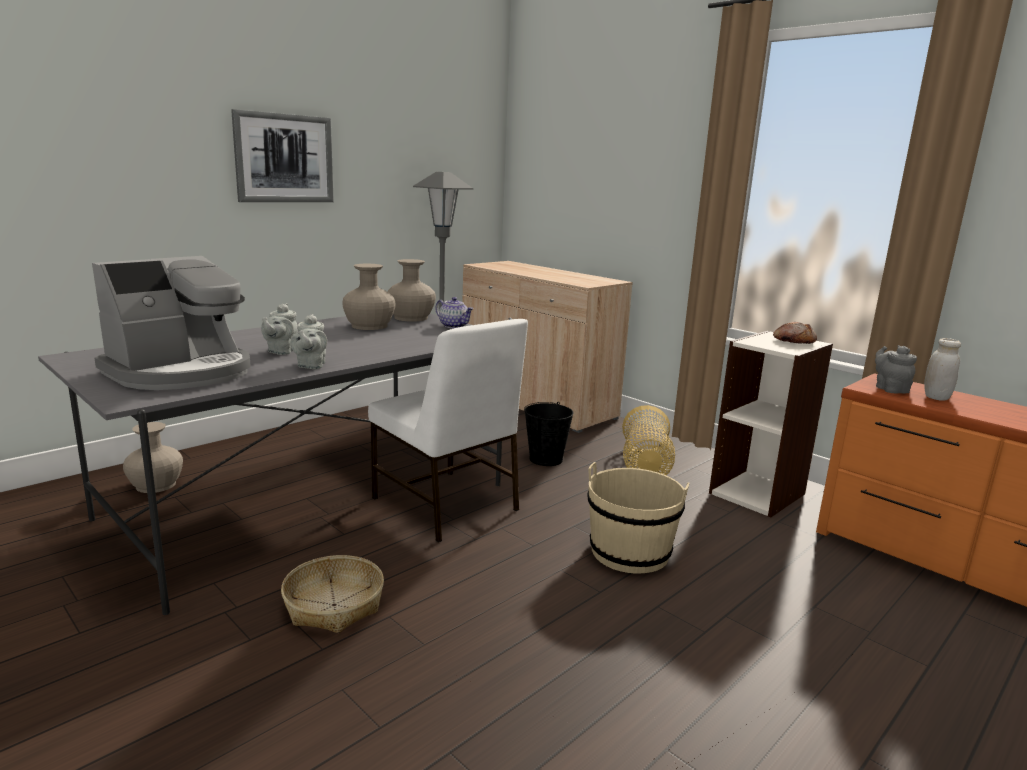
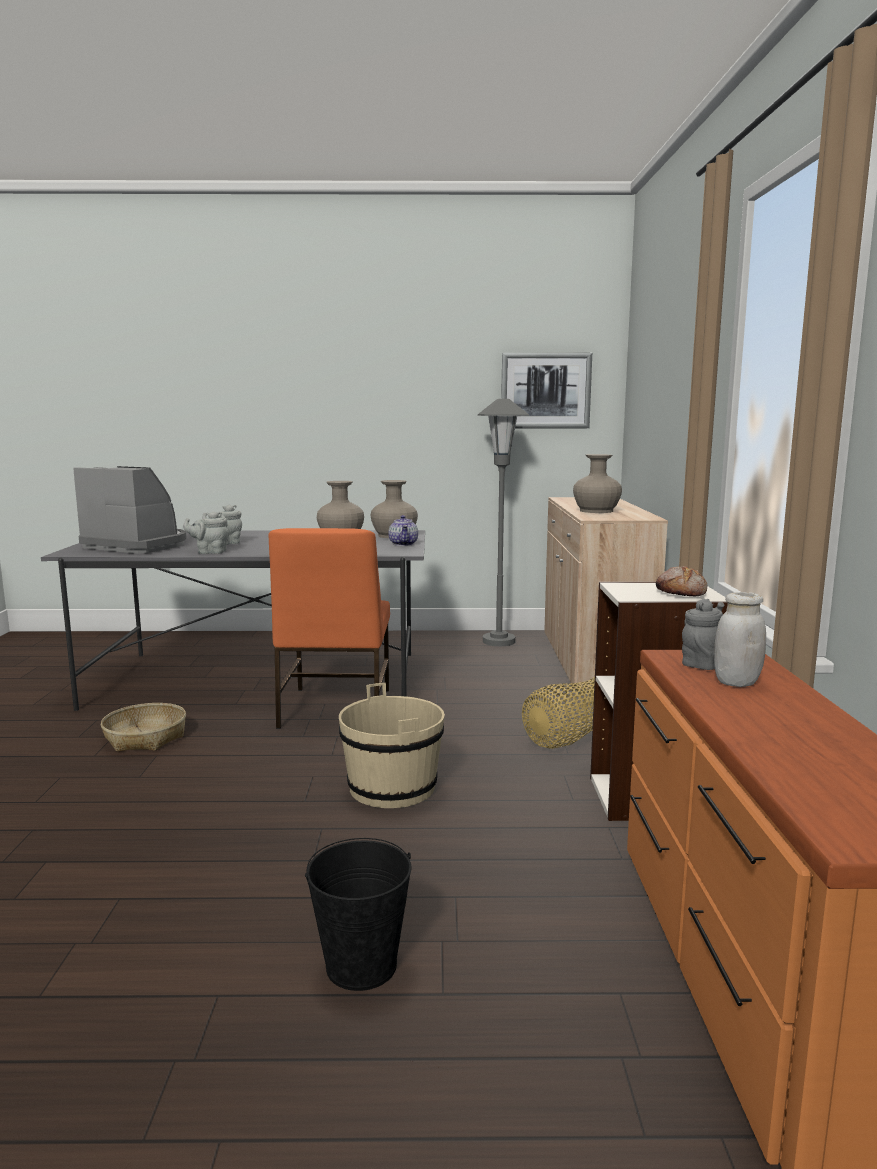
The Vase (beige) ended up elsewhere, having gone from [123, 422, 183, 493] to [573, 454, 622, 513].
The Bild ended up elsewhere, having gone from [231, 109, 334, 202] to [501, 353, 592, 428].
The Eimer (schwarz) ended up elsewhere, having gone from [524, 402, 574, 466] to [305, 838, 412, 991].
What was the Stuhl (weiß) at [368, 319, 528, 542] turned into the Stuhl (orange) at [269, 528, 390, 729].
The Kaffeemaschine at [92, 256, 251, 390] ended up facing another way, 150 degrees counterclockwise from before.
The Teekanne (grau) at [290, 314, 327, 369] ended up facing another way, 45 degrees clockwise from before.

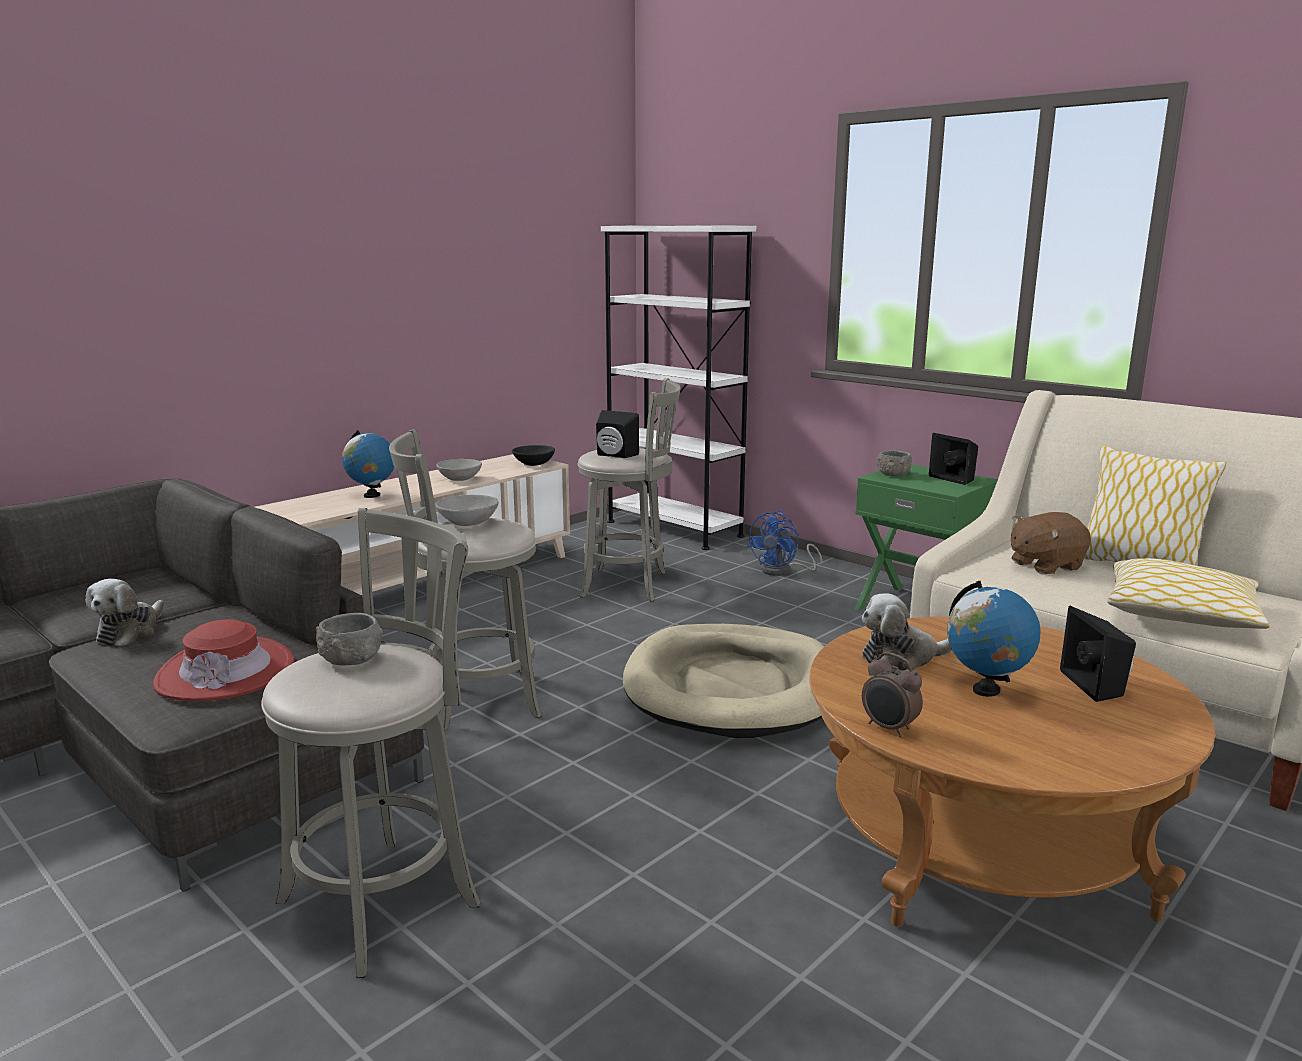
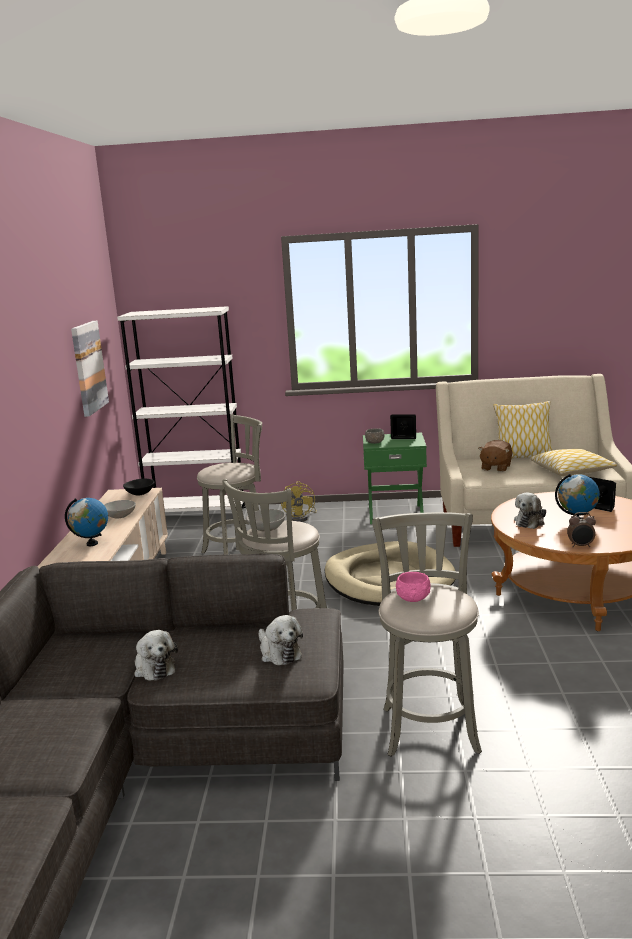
The second view lost the Lautsprecher (schwarz) at [596, 410, 639, 458].
The second view gained the Bild at [71, 321, 109, 417].
Where the Hut (rot) stood at [153, 619, 295, 701], the Plüschtier came to stand at [259, 615, 303, 665].
What was the Schüssel (grau) at [316, 613, 383, 666] turned into the Schüssel (rosa) at [396, 572, 431, 602].
What was the Ventilator (blau) at [747, 511, 822, 576] turned into the Ventilator (gelb) at [281, 481, 317, 522].

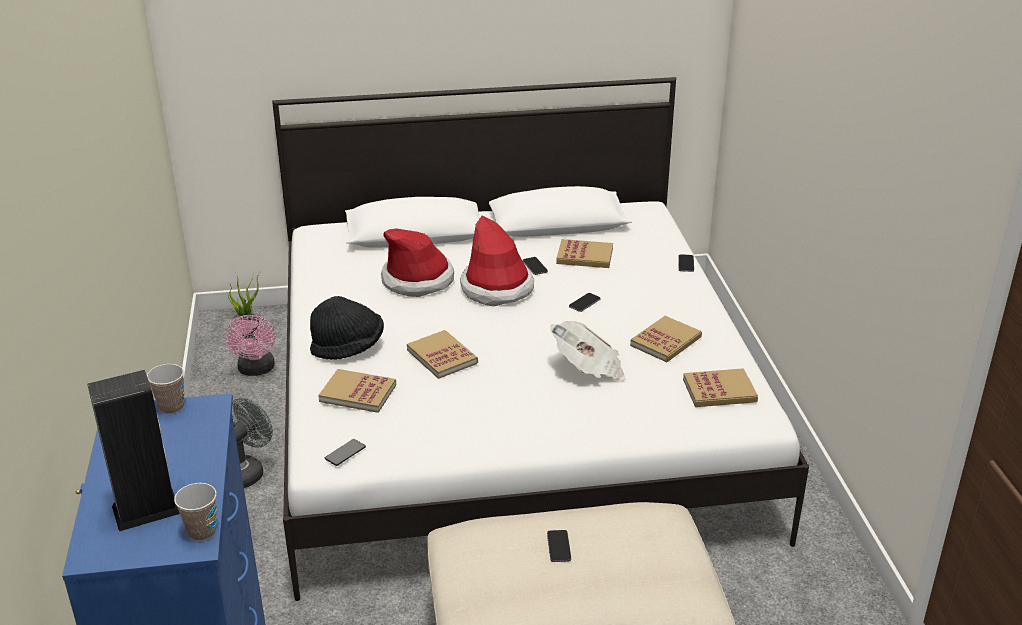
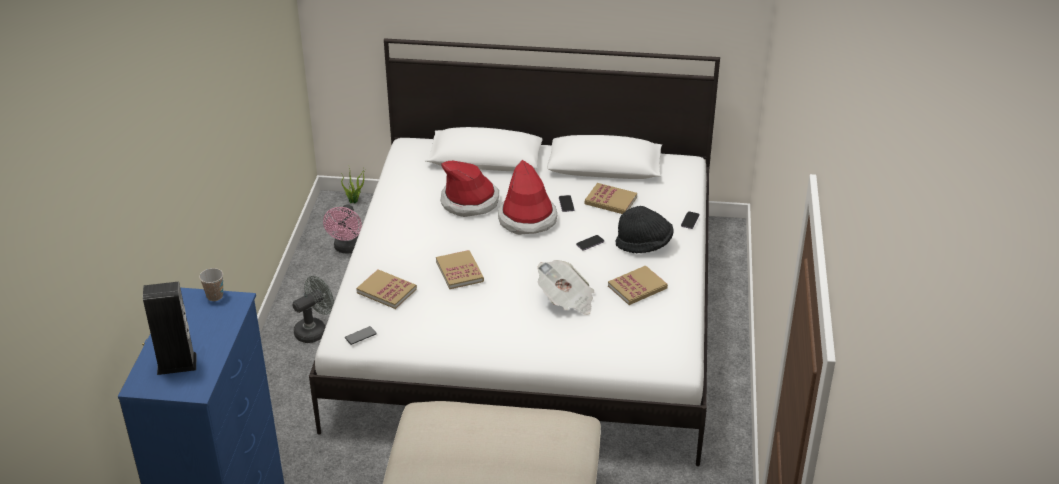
The second view lost the Tasse at [174, 483, 217, 541].
The second view lost the Handy at [547, 530, 571, 562].
The second view lost the Buch at [683, 368, 758, 407].
The Hut (schwarz) ended up elsewhere, having gone from [310, 296, 384, 360] to [615, 206, 674, 253].

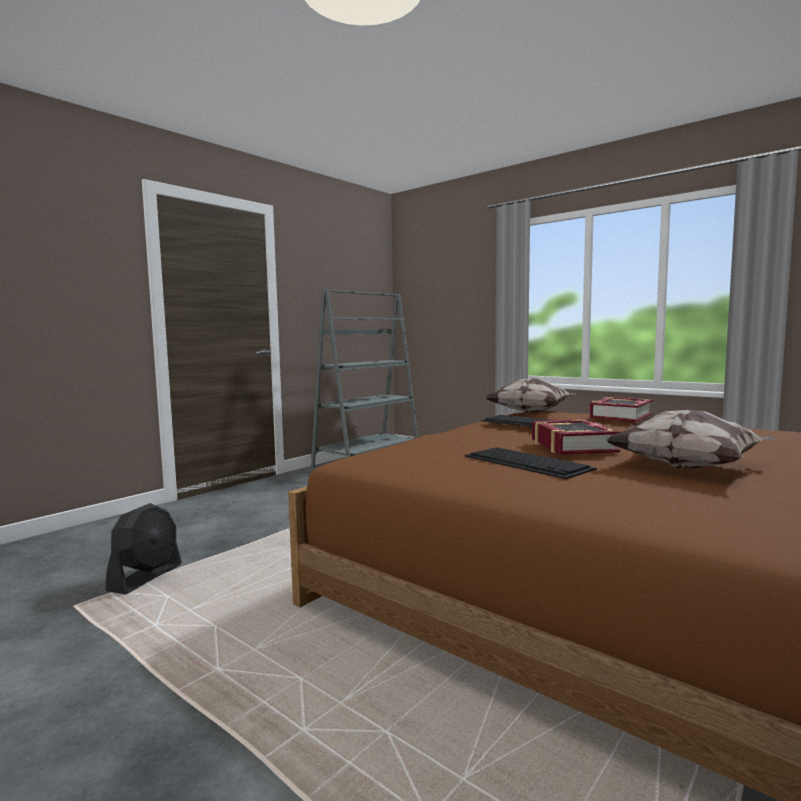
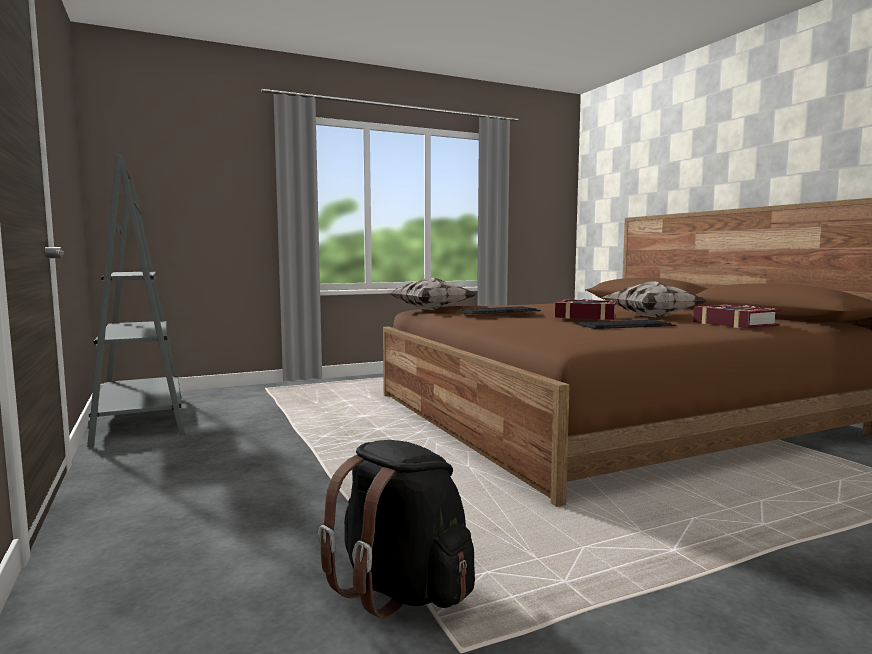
The Buch ended up elsewhere, having gone from [590, 397, 654, 422] to [693, 304, 781, 328].
Where the Ventilator (schwarz) stood at [105, 503, 182, 595], the Rucksack (schwarz) came to stand at [318, 440, 475, 619].

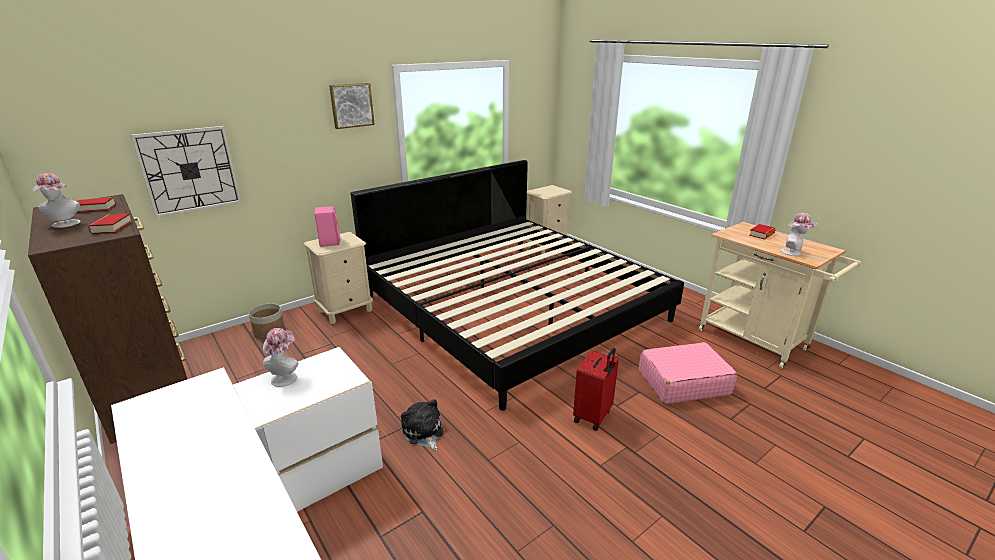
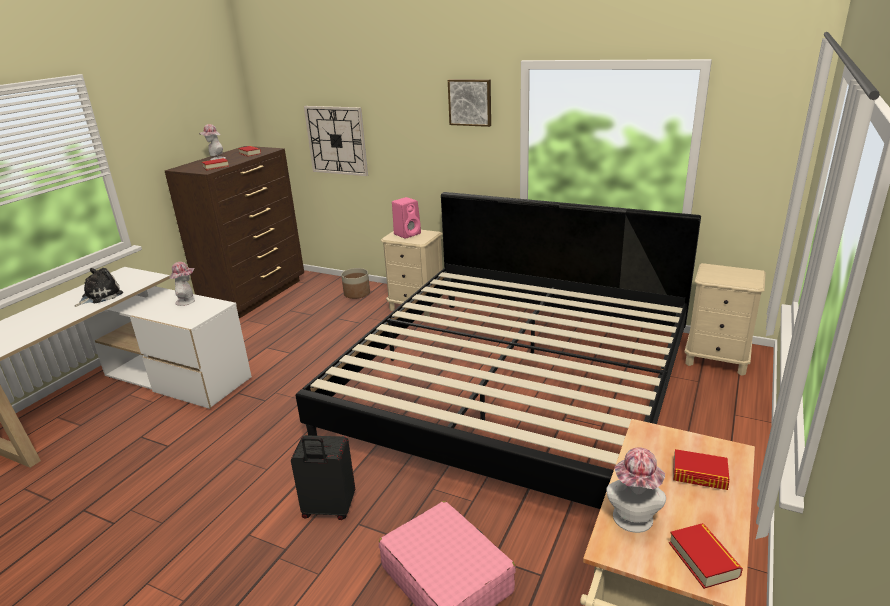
The second view gained the Buch at [669, 523, 743, 589].
The Plüschtier ended up elsewhere, having gone from [401, 399, 444, 450] to [74, 268, 123, 307].
What was the Koffer (rot) at [573, 348, 619, 431] turned into the Koffer (schwarz) at [291, 435, 355, 520].

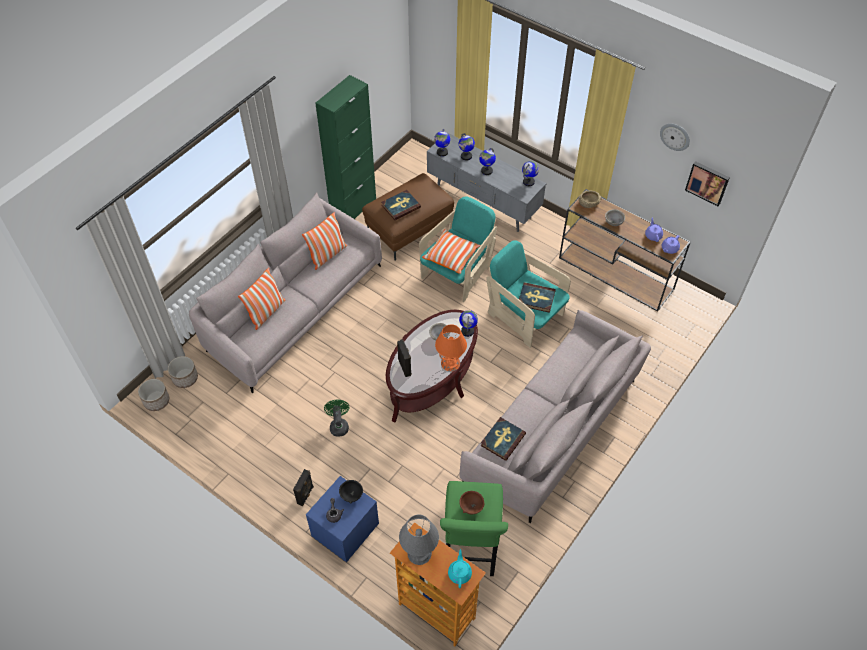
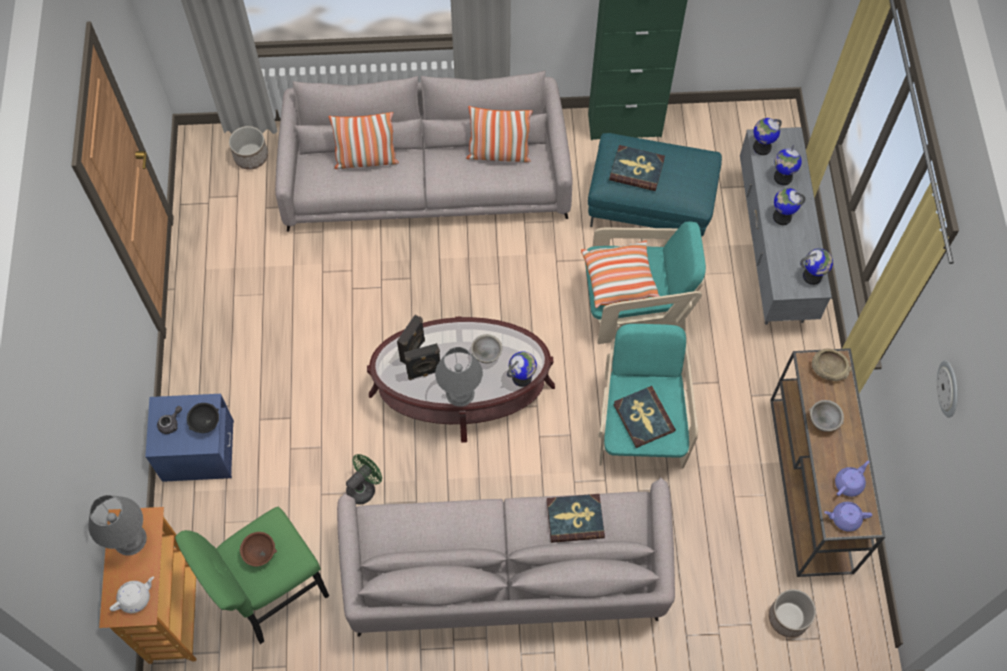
The second view lost the Bild at [685, 161, 730, 206].
The Pflanzkübel ended up elsewhere, having gone from [138, 379, 169, 411] to [769, 589, 816, 637].
The Lautsprecher (schwarz) ended up elsewhere, having gone from [293, 469, 314, 506] to [404, 343, 440, 380].
The Ventilator (grün) ended up elsewhere, having gone from [324, 400, 349, 437] to [346, 454, 382, 505].
The Buch ended up elsewhere, having gone from [481, 417, 526, 461] to [547, 494, 605, 543].
What was the Polsterhocker (braun) at [362, 173, 454, 261] turned into the Polsterhocker (türkis) at [588, 133, 722, 237].
What was the Tischlampe (orange) at [435, 324, 467, 371] turned into the Tischlampe (grau) at [435, 347, 483, 407].
What was the Teekanne (türkis) at [448, 549, 472, 588] turned into the Teekanne (weiß) at [110, 576, 154, 613].

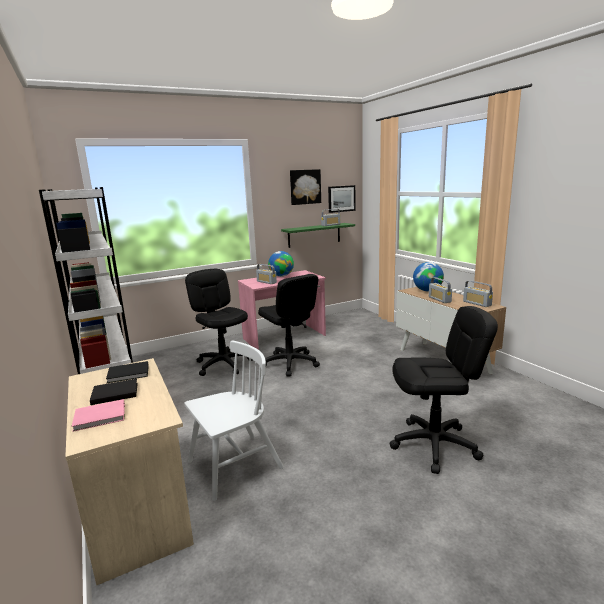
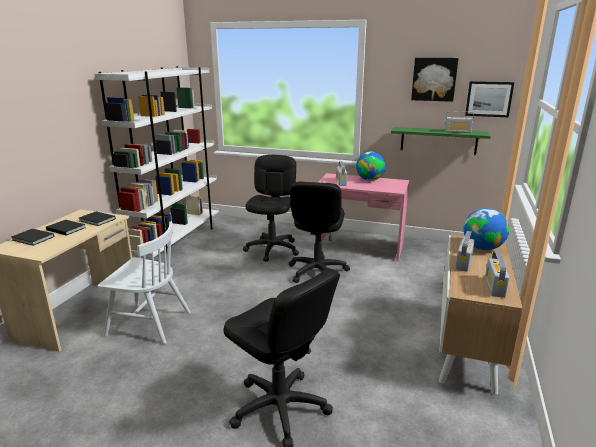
What was the Buch (rosa) at [71, 399, 125, 432] turned into the Buch (schwarz) at [11, 229, 54, 246].

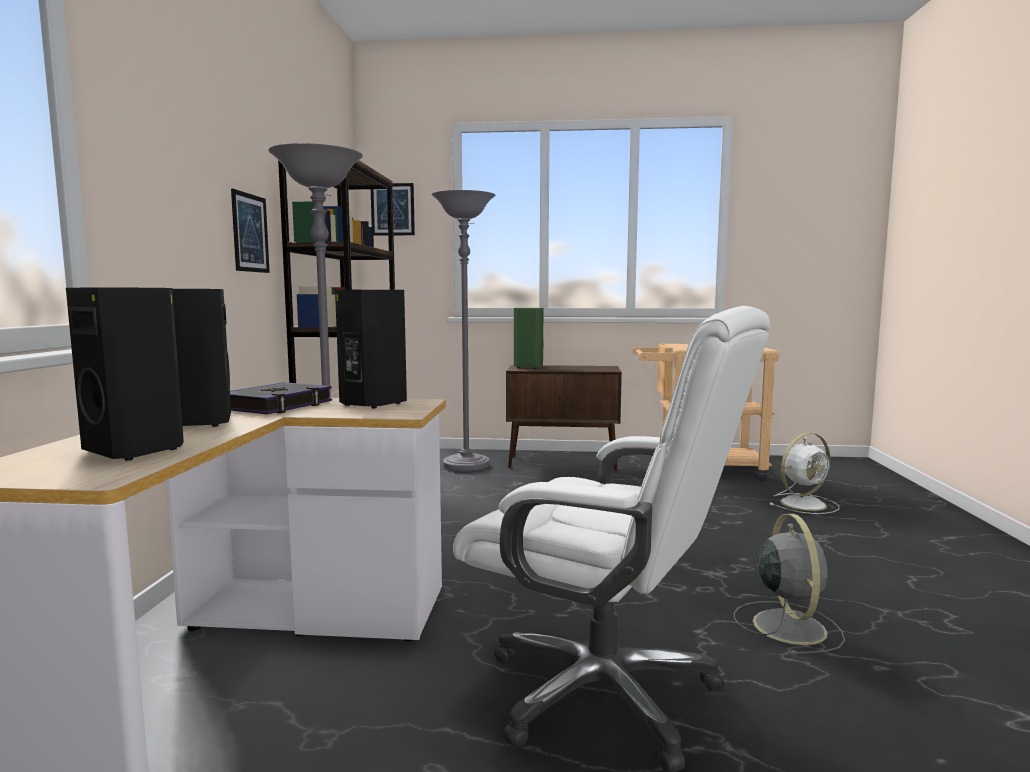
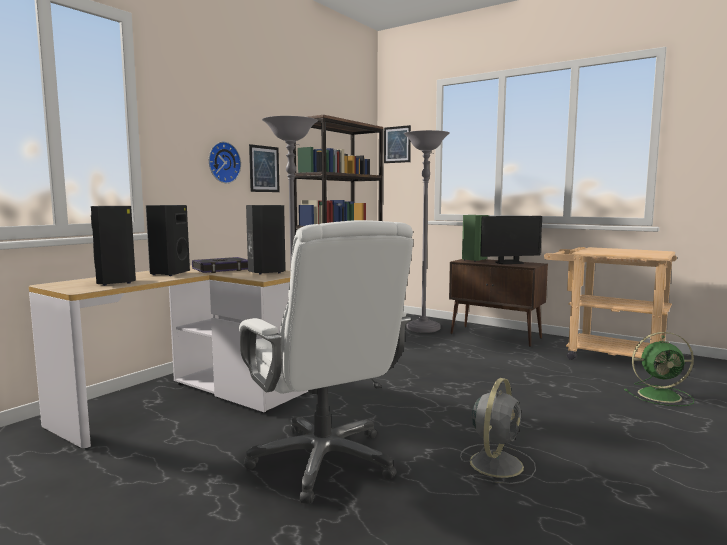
The second view gained the Wanduhr at [209, 142, 241, 183].
The second view gained the Monitor at [480, 216, 542, 264].
What was the Ventilator (weiß) at [769, 433, 839, 514] turned into the Ventilator (grün) at [624, 332, 694, 406].

